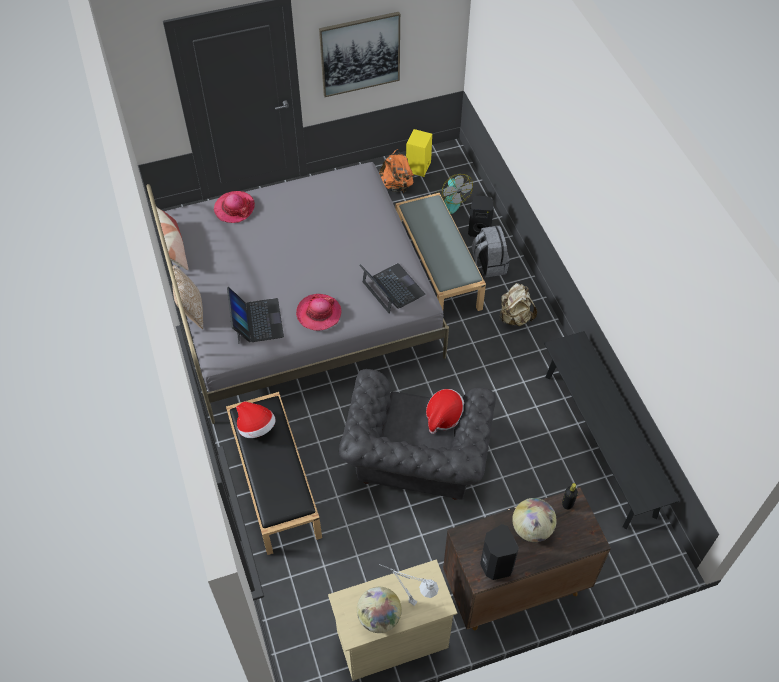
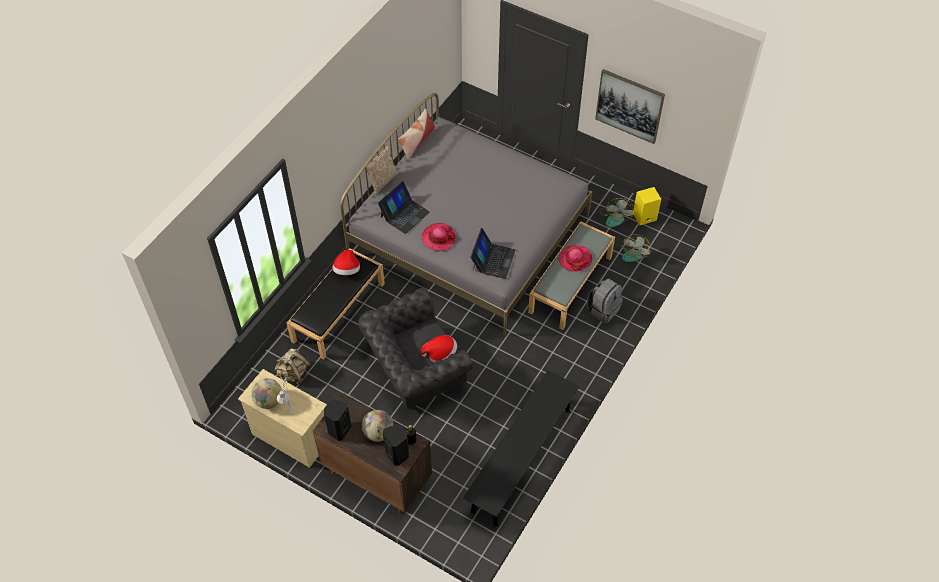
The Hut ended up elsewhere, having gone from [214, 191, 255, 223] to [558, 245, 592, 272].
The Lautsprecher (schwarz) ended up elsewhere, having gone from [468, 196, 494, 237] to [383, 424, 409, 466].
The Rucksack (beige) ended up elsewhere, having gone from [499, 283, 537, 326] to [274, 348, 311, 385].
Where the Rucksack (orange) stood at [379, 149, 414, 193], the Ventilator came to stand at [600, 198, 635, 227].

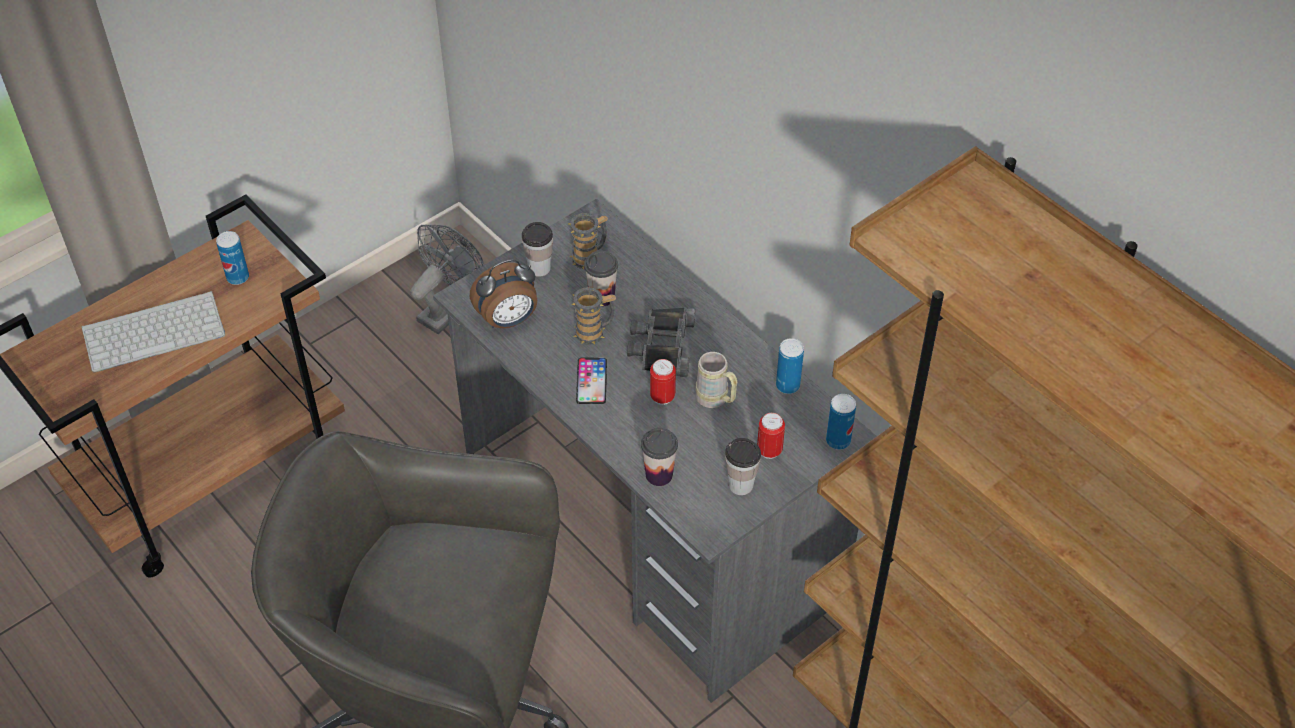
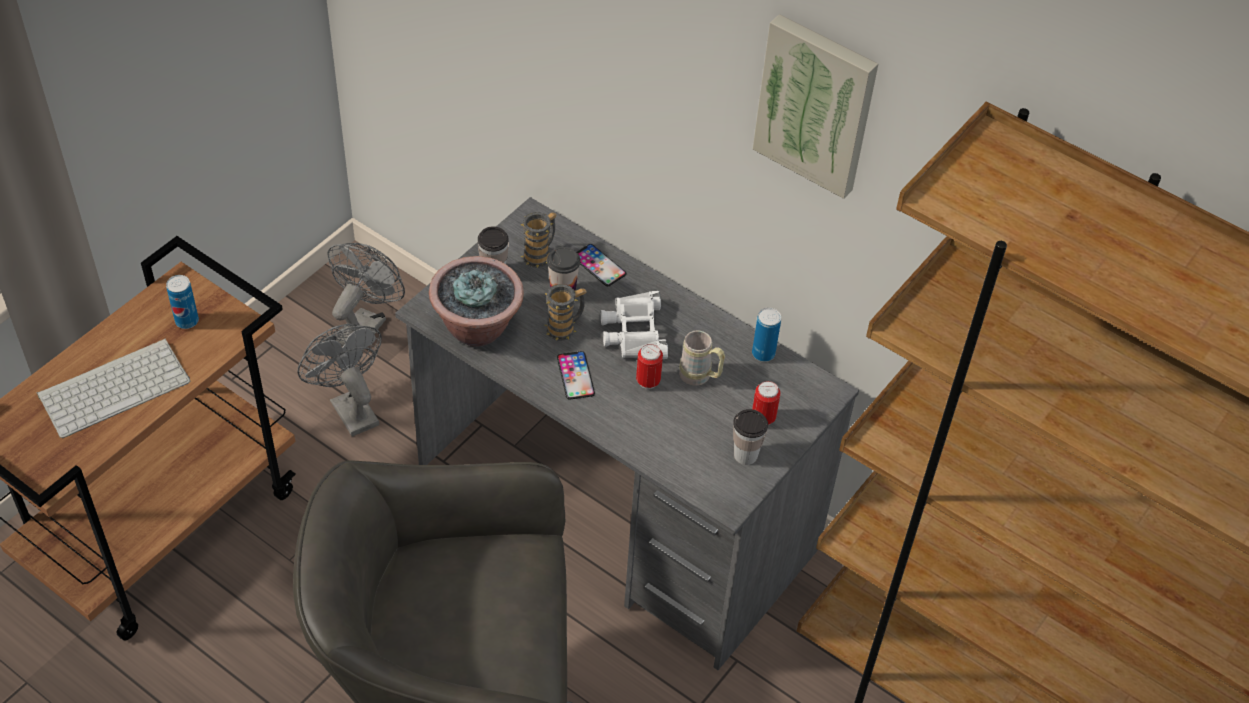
The second view lost the Tasse at [641, 428, 678, 486].
The second view lost the Dose at [826, 394, 856, 450].
The second view gained the Ventilator (grau) at [297, 324, 382, 437].
The second view gained the Handy at [577, 244, 626, 286].
The second view gained the Bild at [753, 14, 878, 199].
Where the Wecker stood at [470, 260, 537, 328], the Topfpflanze came to stand at [429, 256, 524, 347].
What was the Fernglas (schwarz) at [627, 307, 696, 377] turned into the Fernglas (weiß) at [601, 291, 668, 359].

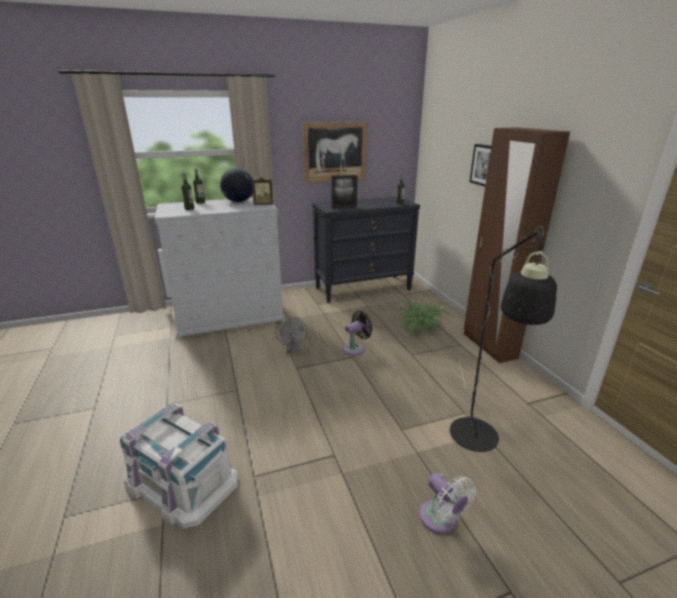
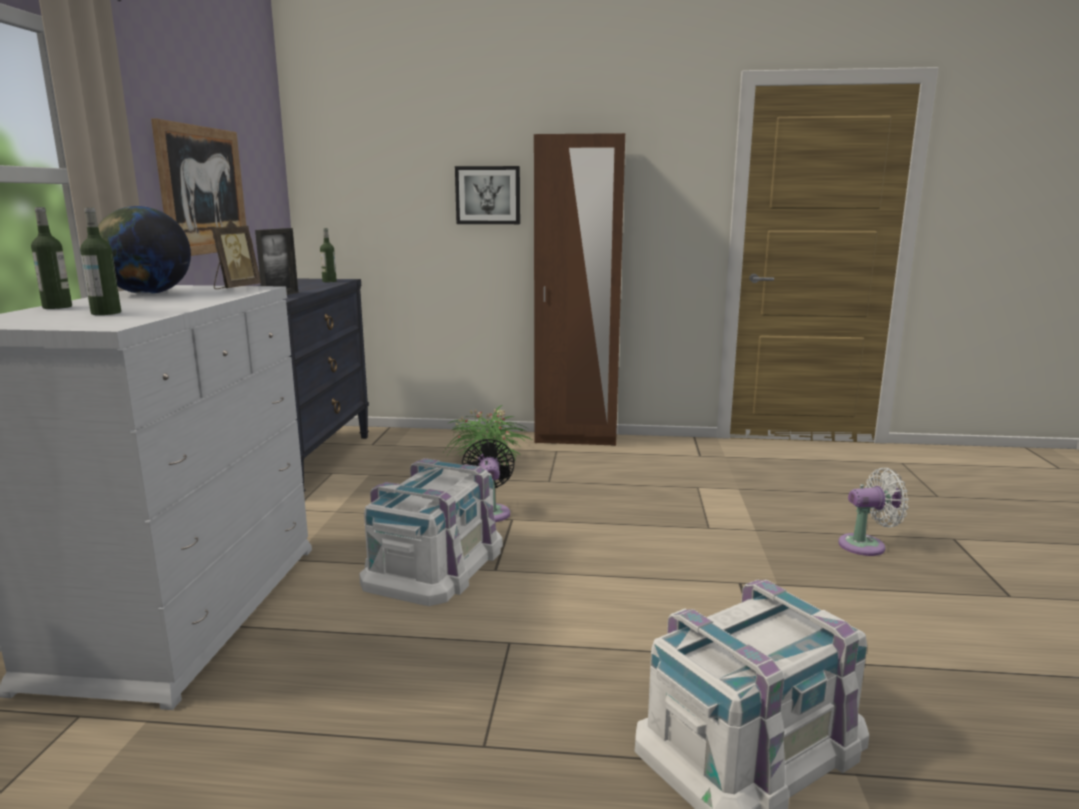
The second view lost the Stehlampe (schwarz) at [450, 227, 557, 452].
Where the Ventilator (grau) stood at [275, 316, 308, 354], the Aufbewahrungsbox (weiß) came to stand at [359, 458, 503, 606].

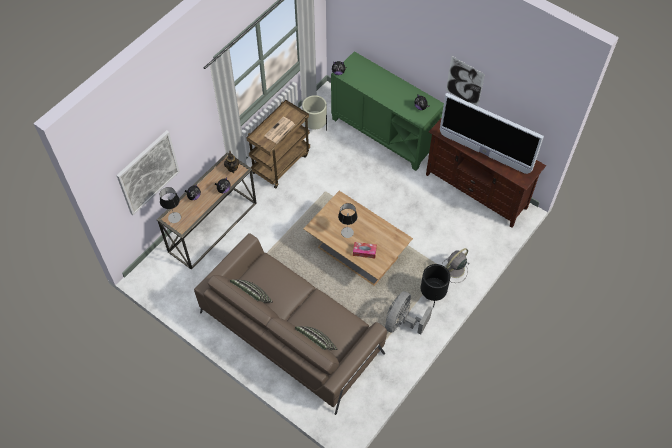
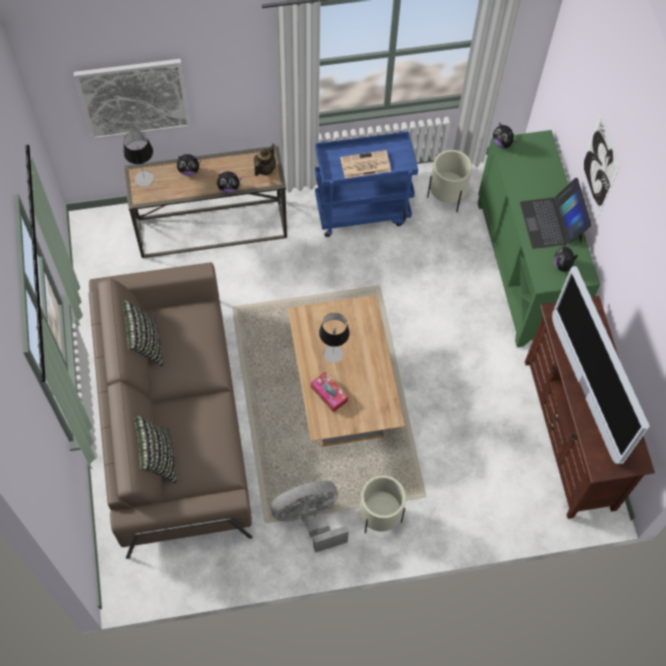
The second view lost the Ventilator (grau) at [441, 248, 469, 283].
The second view gained the Laptop at [520, 178, 592, 249].
The Bild ended up elsewhere, having gone from [446, 56, 485, 106] to [582, 113, 619, 216].
What was the Rollwagen (braun) at [246, 100, 310, 188] turned into the Rollwagen (blau) at [315, 131, 418, 237].
What was the Pflanzkübel (schwarz) at [420, 264, 450, 308] turned into the Pflanzkübel (beige) at [360, 476, 406, 533].

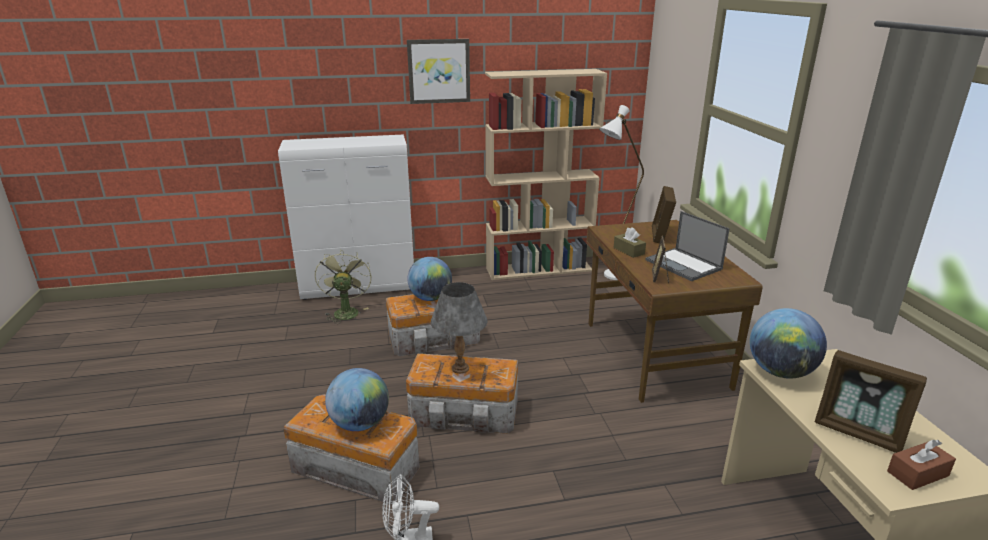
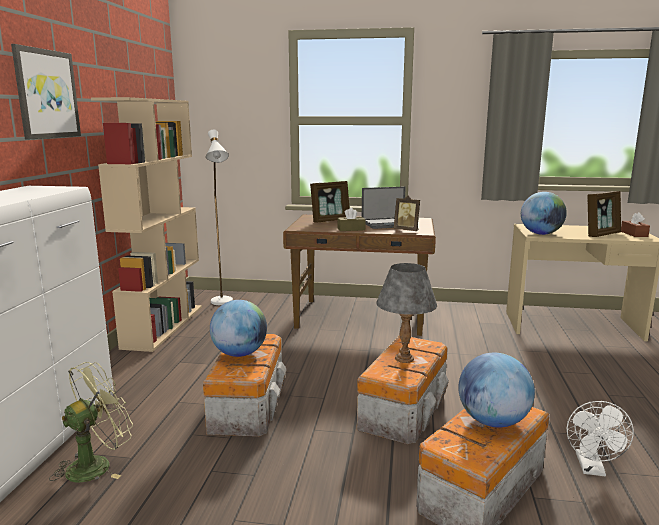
The Ventilator (grün) at [315, 249, 371, 324] ended up facing another way, 120 degrees clockwise from before.
The Bilderrahmen at [652, 186, 676, 243] ended up facing another way, 60 degrees counterclockwise from before.

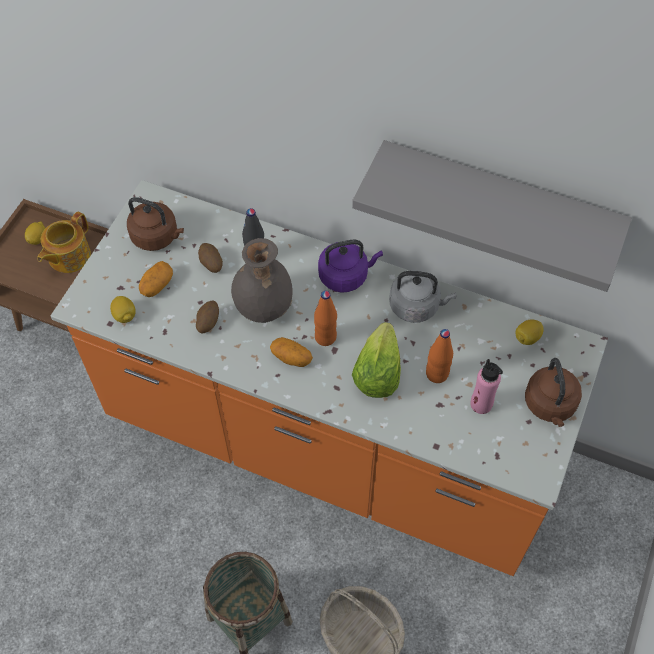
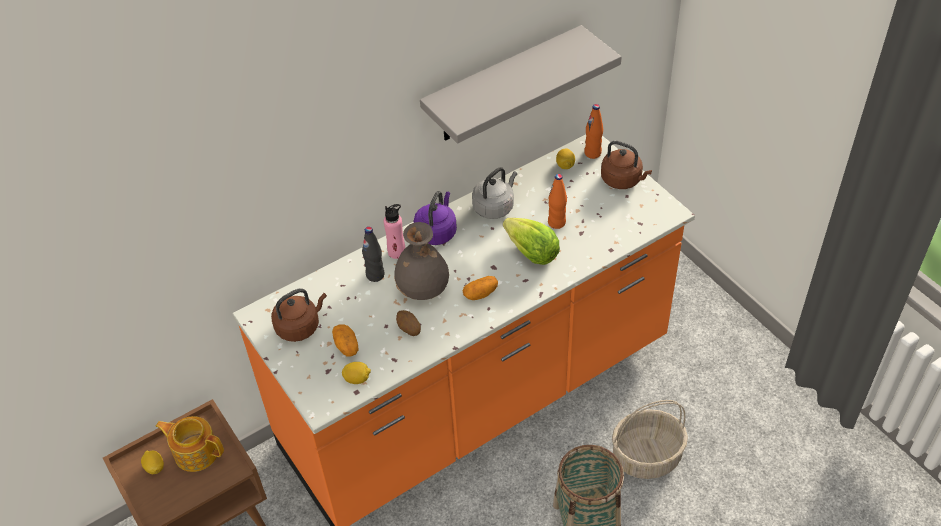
The second view lost the Kartoffel at [198, 243, 223, 273].
The Flasche (orange) ended up elsewhere, having gone from [314, 291, 337, 346] to [584, 104, 603, 159].
The Flasche (rosa) ended up elsewhere, having gone from [471, 359, 503, 414] to [384, 204, 405, 259].
The Teekanne at [37, 212, 91, 273] ended up facing another way, 135 degrees clockwise from before.

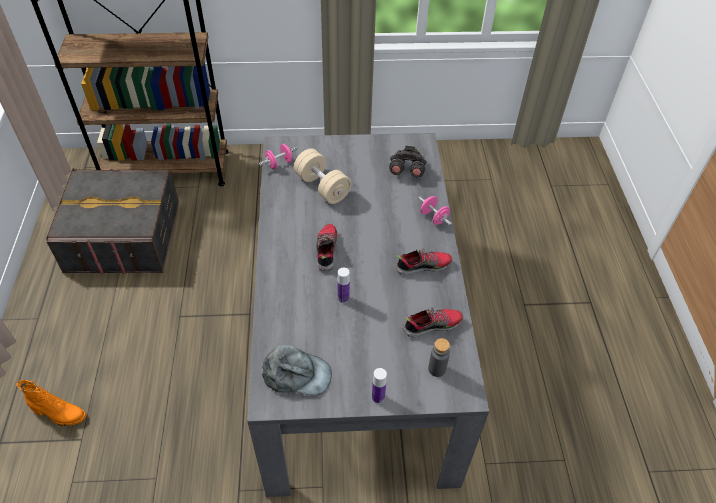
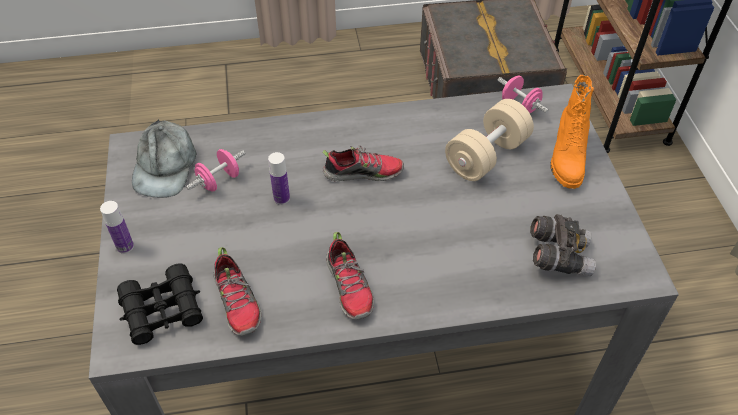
The Stiefel (orange) ended up elsewhere, having gone from [16, 380, 86, 426] to [550, 75, 594, 189].
The Hantel (rosa) ended up elsewhere, having gone from [418, 196, 452, 225] to [186, 149, 245, 192].
Where the Flasche (grau) stood at [428, 338, 450, 377], the Fernglas (schwarz) came to stand at [117, 264, 203, 345].

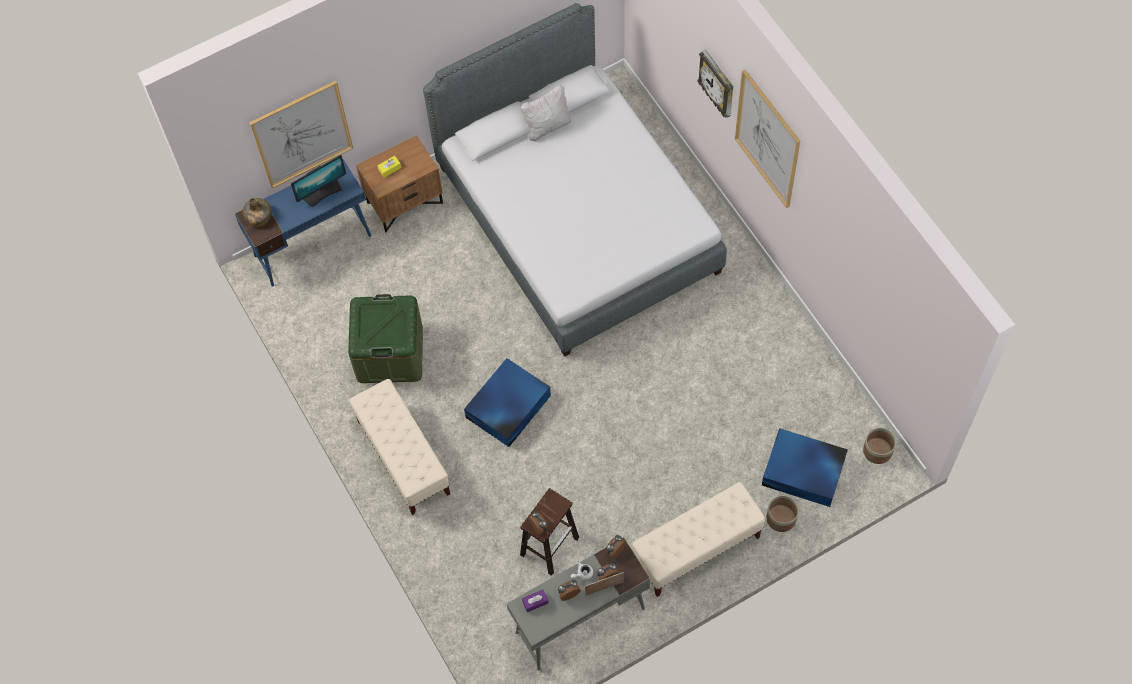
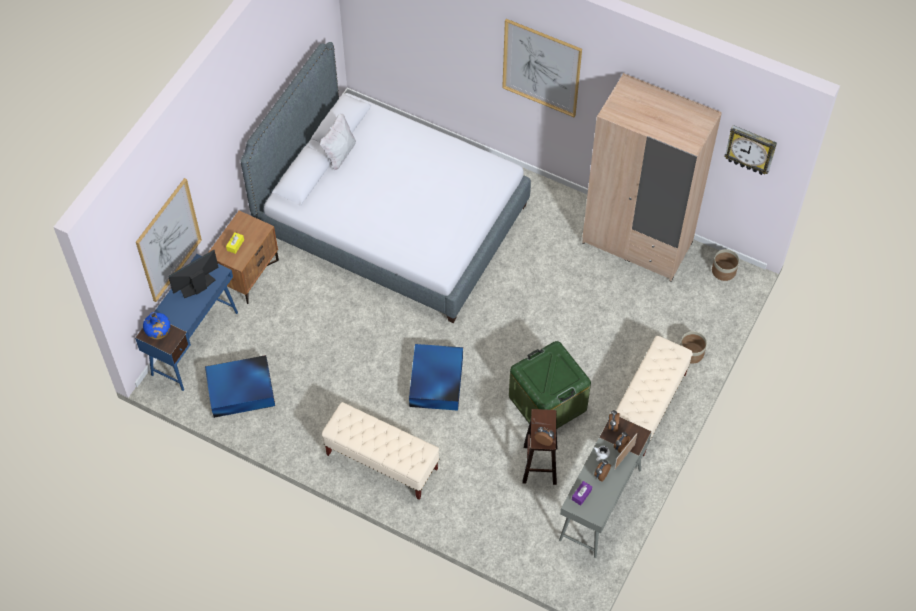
The second view gained the Kleiderschrank (beige) at [582, 73, 722, 281].
The Aufbewahrungsbox (grün) ended up elsewhere, having gone from [348, 294, 423, 383] to [509, 341, 591, 429].
The Wanduhr ended up elsewhere, having gone from [697, 49, 733, 118] to [724, 125, 777, 175].
The Aufbewahrungsbox (blau) ended up elsewhere, having gone from [762, 428, 848, 507] to [205, 355, 275, 418].
What was the Flasche (grün) at [242, 197, 272, 227] turned into the Flasche (blau) at [143, 312, 170, 340].
The Monitor at [291, 155, 346, 207] ended up facing another way, 150 degrees counterclockwise from before.

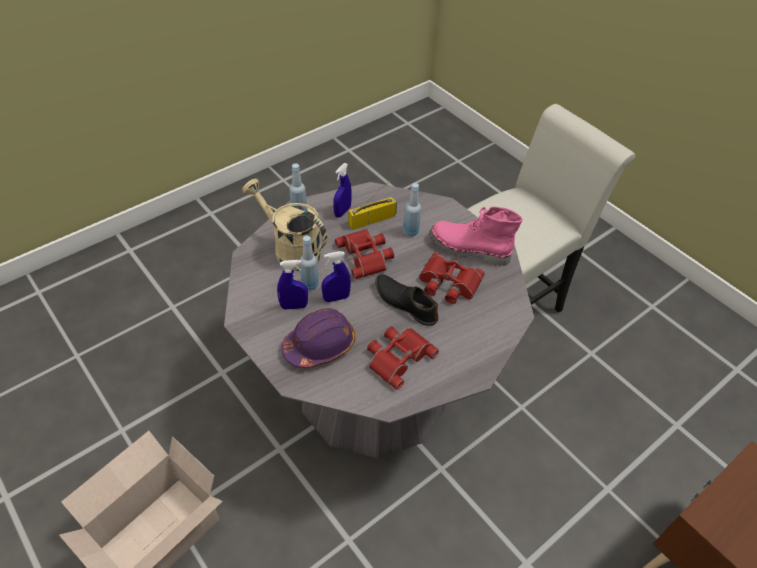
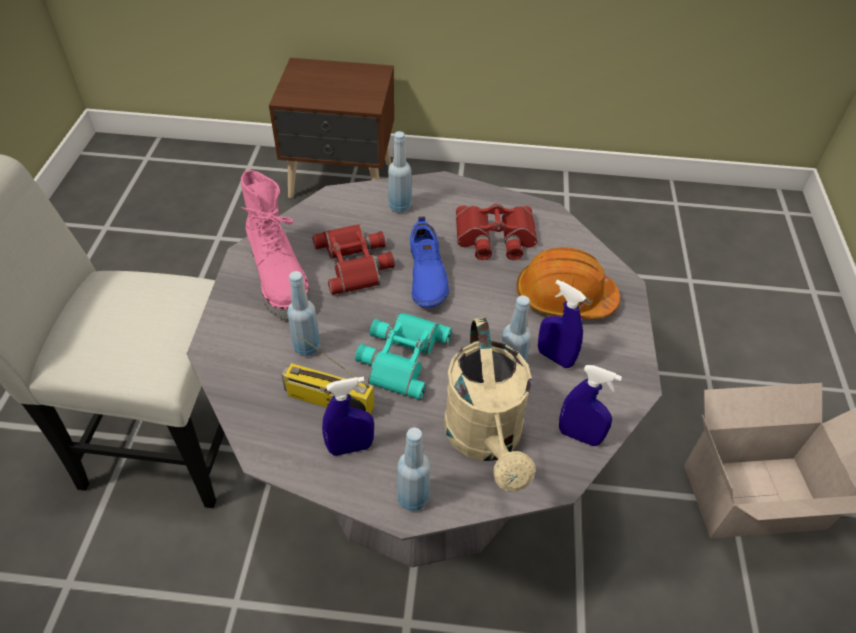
The second view gained the Flasche (blau) at [388, 131, 412, 213].
The Sprühflasche (blau) ended up elsewhere, having gone from [322, 251, 351, 302] to [559, 365, 622, 446].
What was the Schutzhelm (lila) at [281, 308, 355, 368] turned into the Schutzhelm (orange) at [516, 247, 620, 319].
What was the Fernglas (rot) at [335, 229, 394, 279] turned into the Fernglas (türkis) at [355, 312, 452, 400].
What was the Schuh (schwarz) at [375, 275, 439, 326] turned into the Schuh (blau) at [410, 216, 449, 308].

